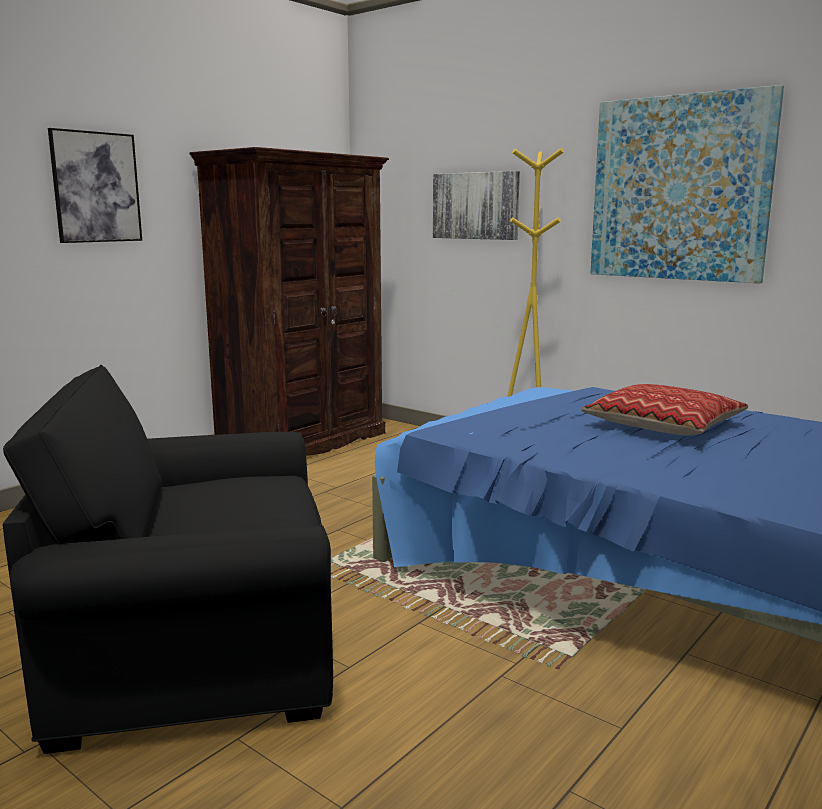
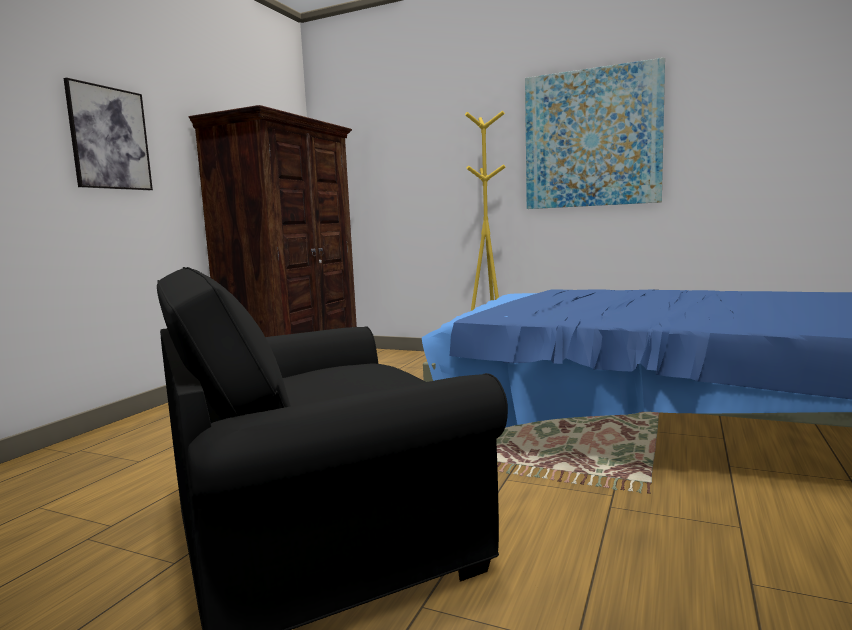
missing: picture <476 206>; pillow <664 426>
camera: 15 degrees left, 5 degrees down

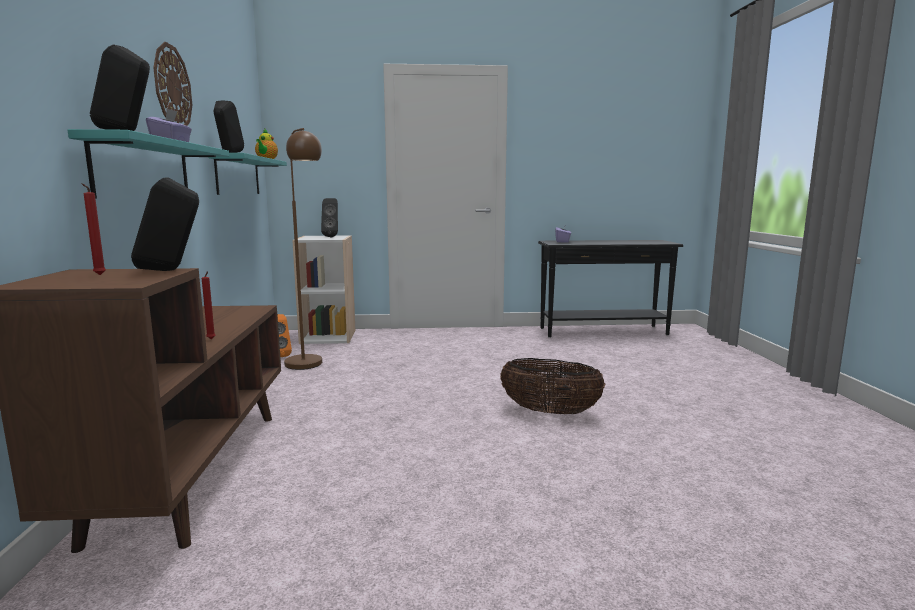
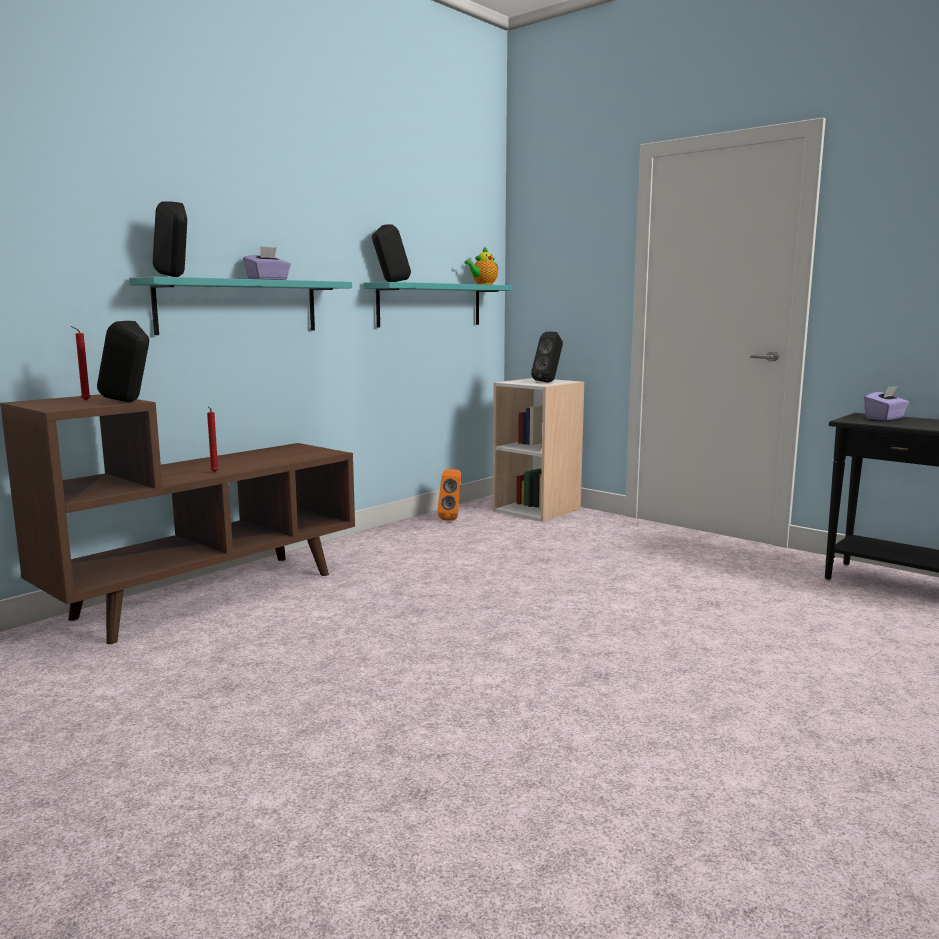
missing: wall clock <172 87>; brown floor lamp <308 367>; basket <550 412>
camera: 45 degrees right, 0 degrees up

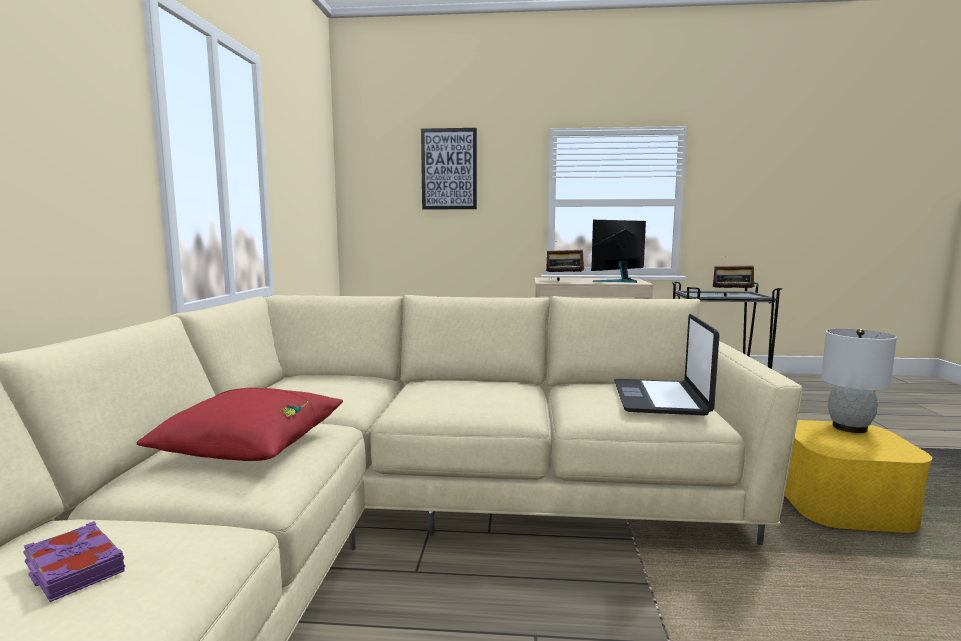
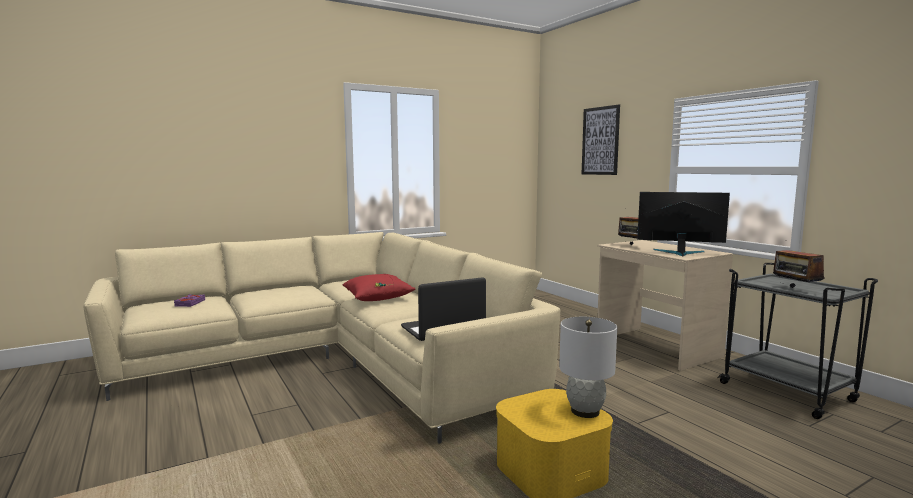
relocated: red pillow <251 447> to <378 298>
camera: 55 degrees right, 0 degrees up

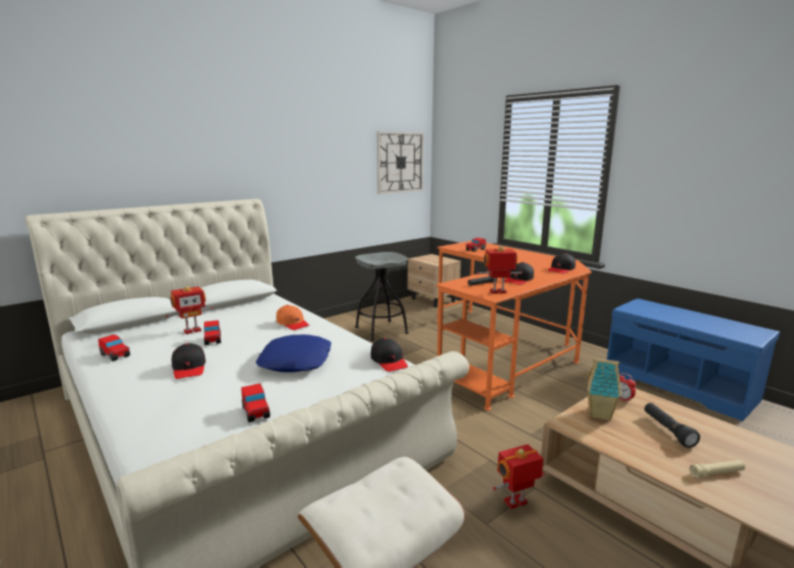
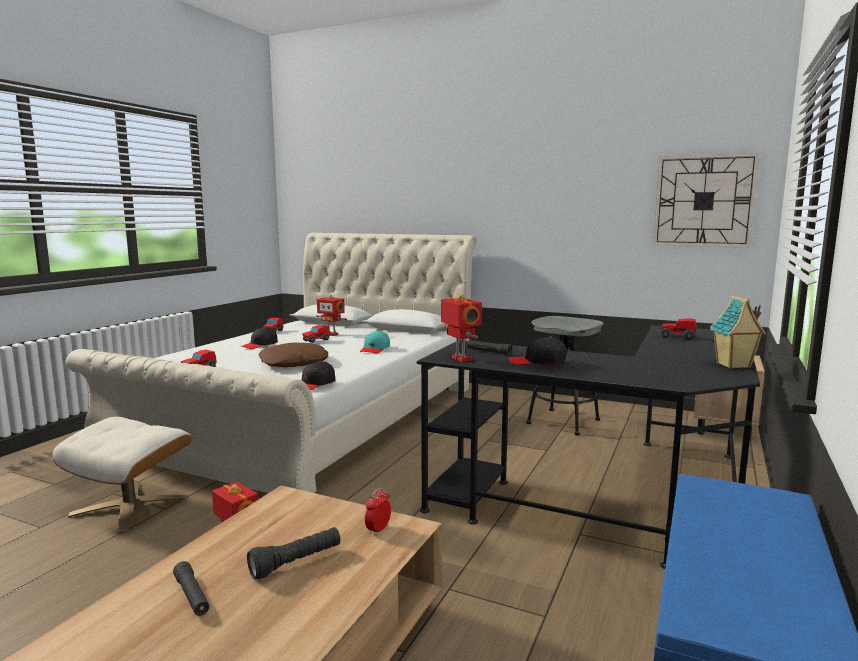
missing: black cap <561 269>
relocated: toy house <600 414> to <733 365>
colour: blue pillow <296 361> to brown pillow <294 363>; orange cap <292 323> to turquoise cap <375 349>; orange desk <503 350> to black desk <617 499>; beige flashlight <716 473> to black flashlight <192 596>
camera: 65 degrees right, 5 degrees down

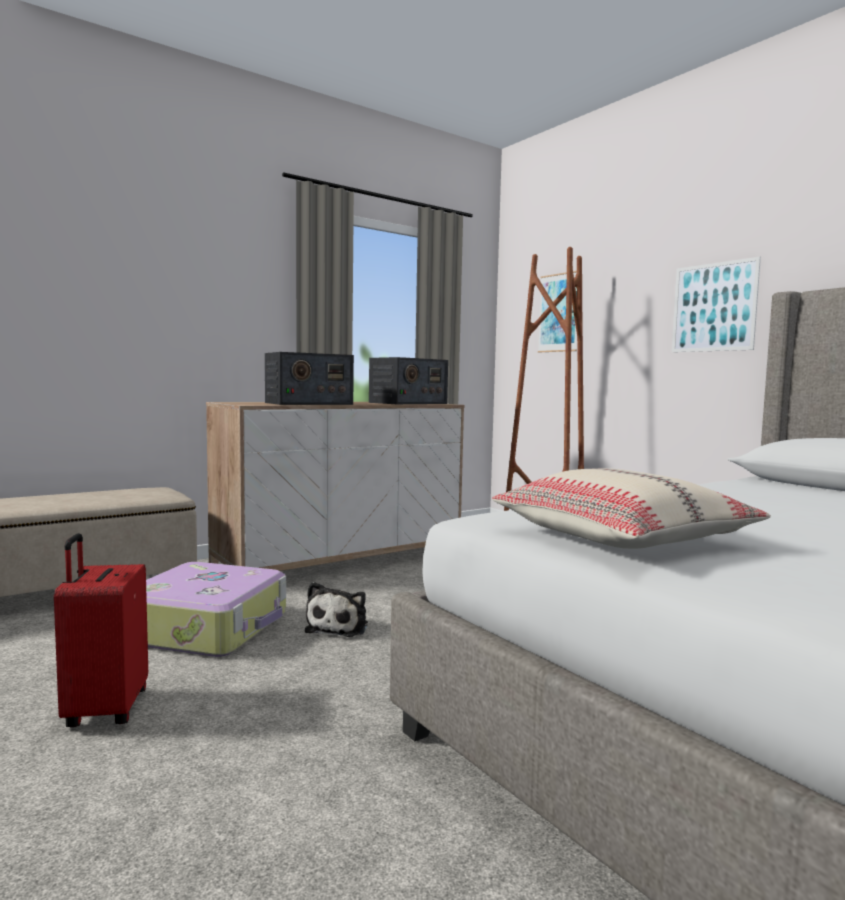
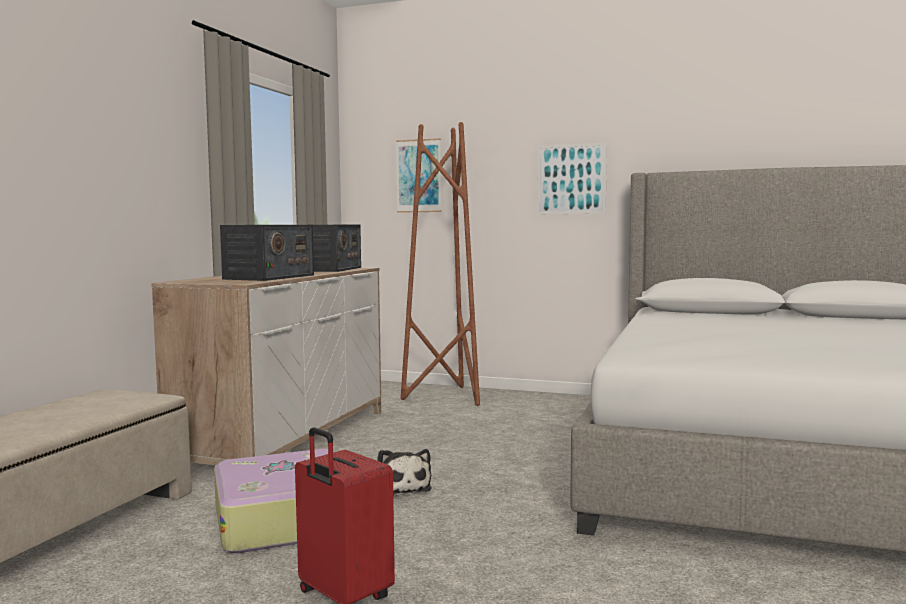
missing: beige pillow <622 536>
camera: 35 degrees left, 0 degrees up

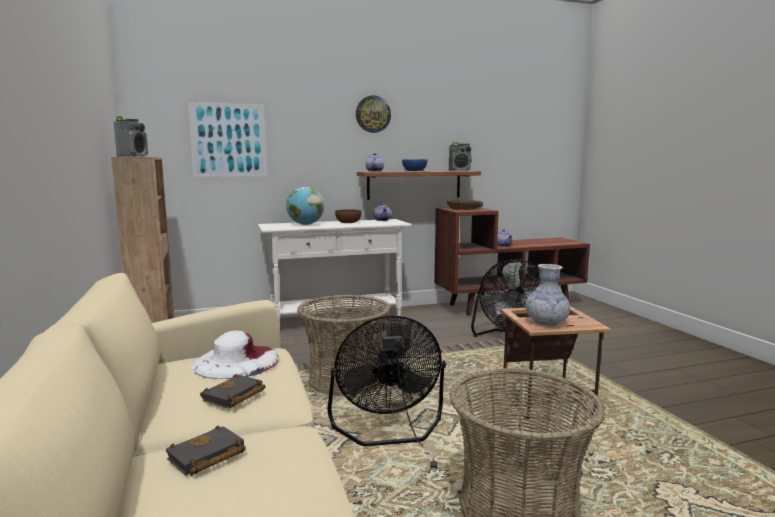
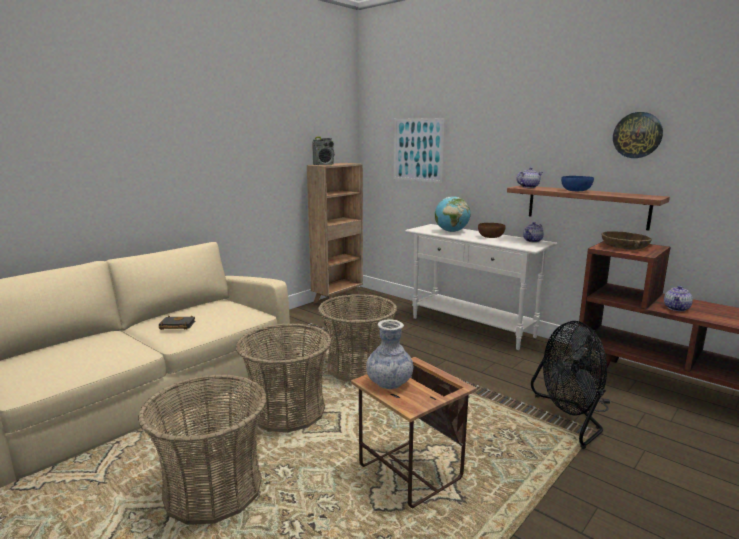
missing: black book <206 457>; white hat <236 361>; radio <460 170>
relocated: wall clock <373 114> to <637 135>
exchanged: black fan <394 436> to basket <287 411>
camera: 60 degrees right, 5 degrees up

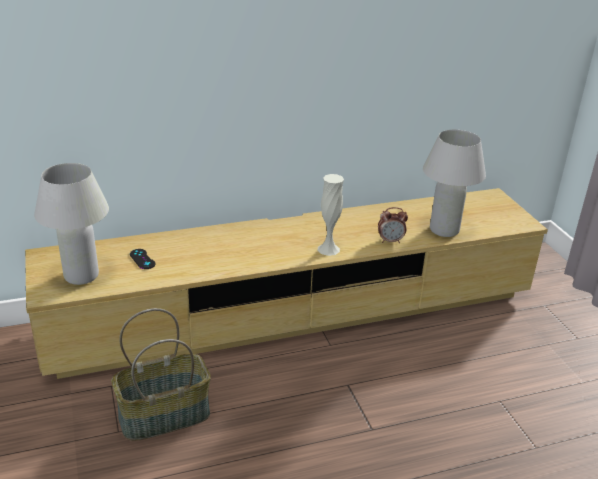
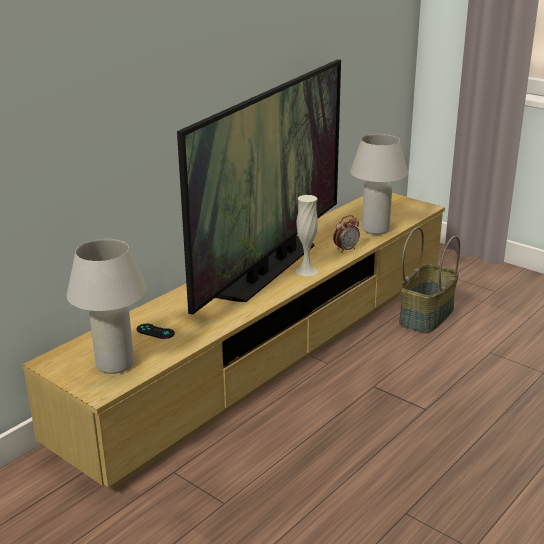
appeared: television <269 269>
relocated: basket <165 415> to <425 315>
camera: 30 degrees left, 5 degrees down

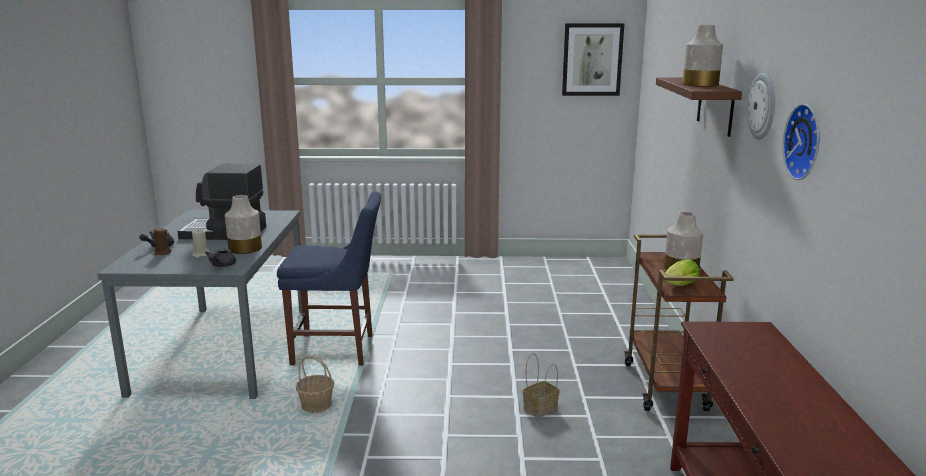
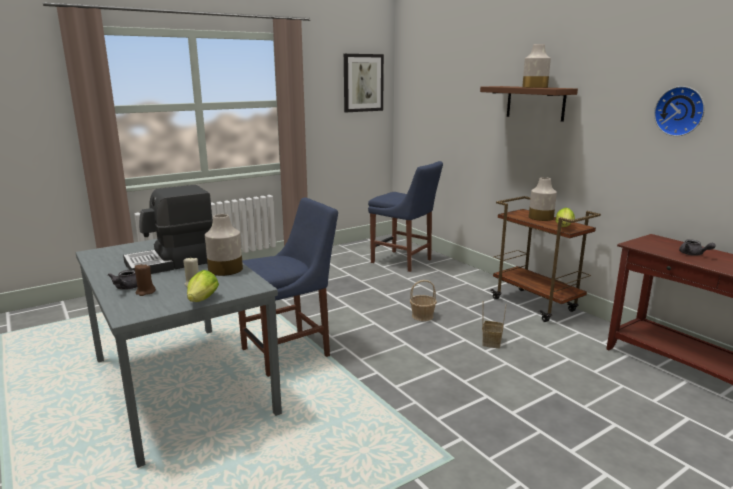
missing: wall clock <763 106>
appeared: lettuce <201 301>; blue chair <403 261>
relocated: grey teapot <221 266> to <693 254>; basket <316 406> to <422 316>
camera: 35 degrees left, 0 degrees up

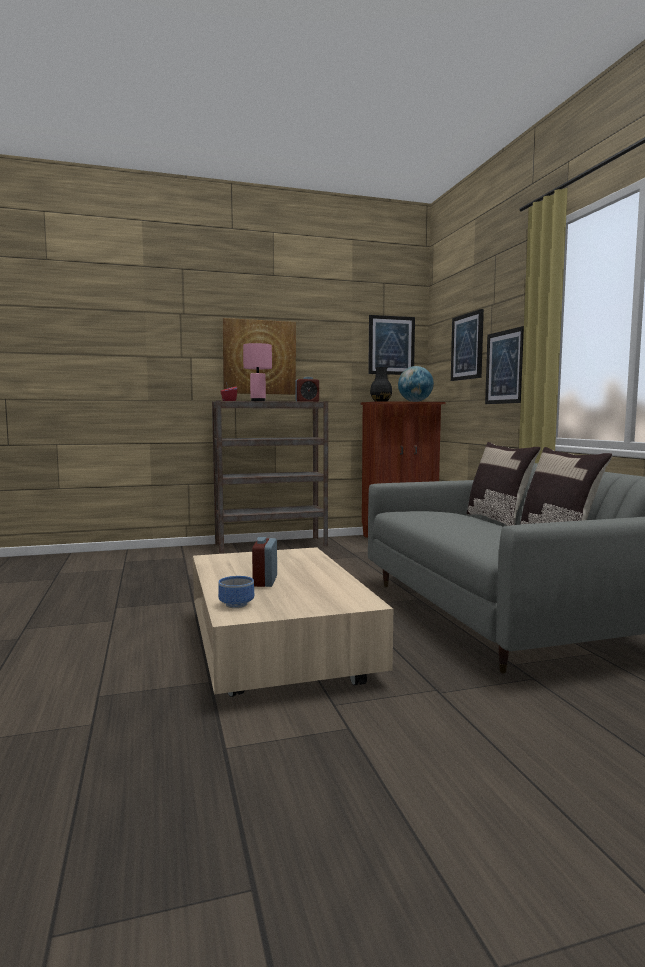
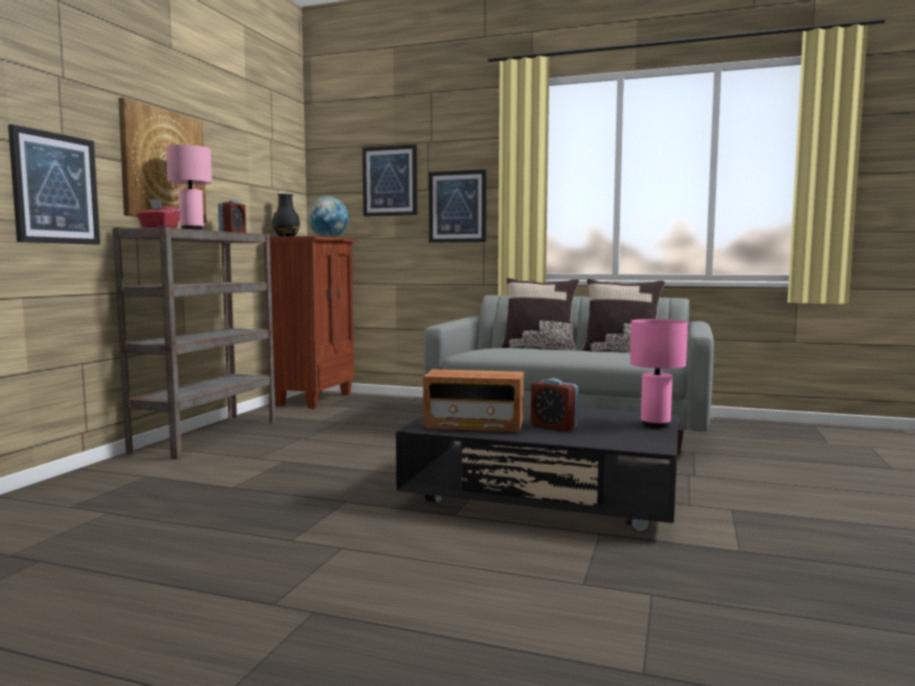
missing: bowl <236 604>
appeared: radio <474 425>; pink table lamp <656 425>
relocated: picture <391 345> to <55 188>
colour: beige coffee table <277 645> to black coffee table <543 495>
camera: 55 degrees left, 0 degrees up

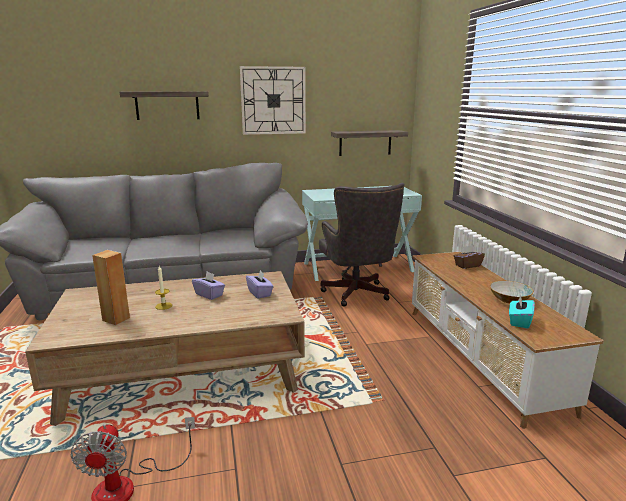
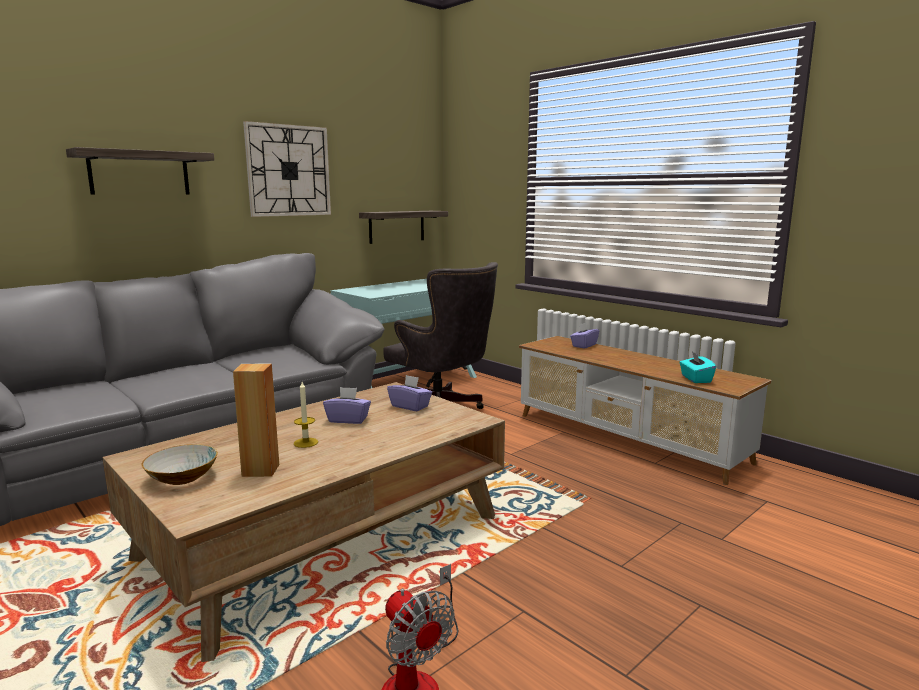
relocated: bowl <509 300> to <182 478>
colour: brown tissue box <467 265> to purple tissue box <584 345>
camera: 30 degrees left, 5 degrees down

